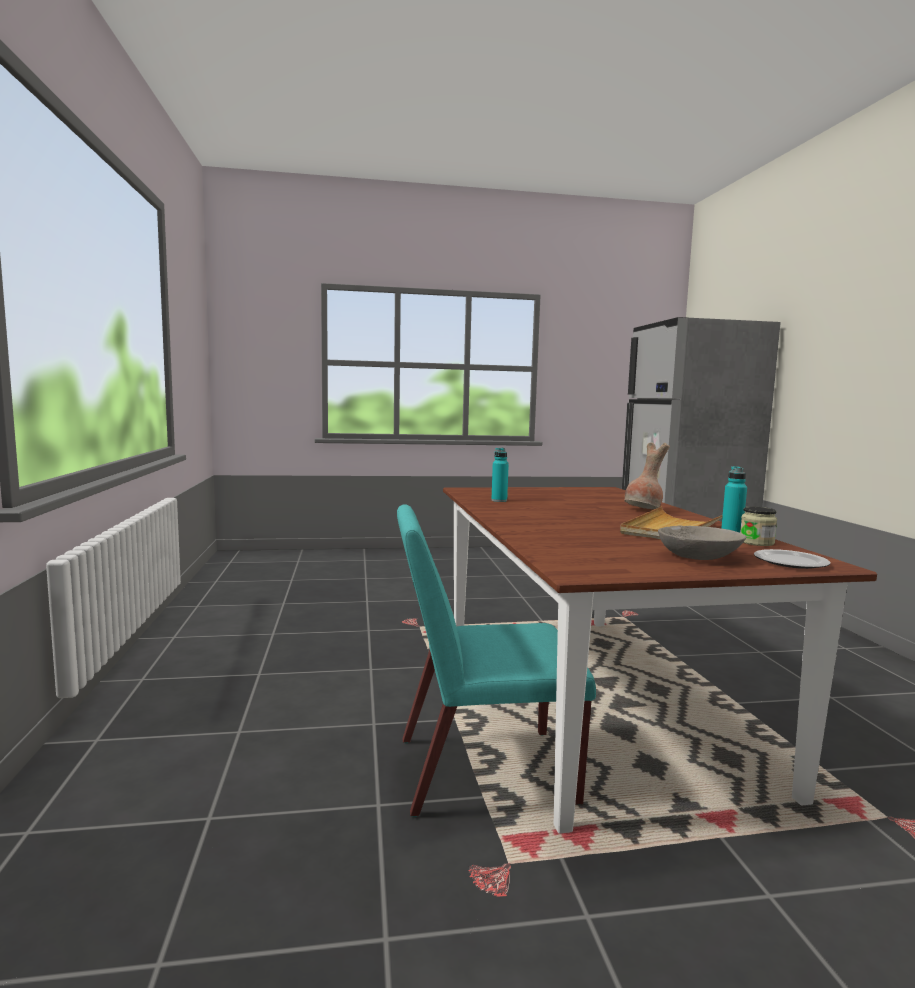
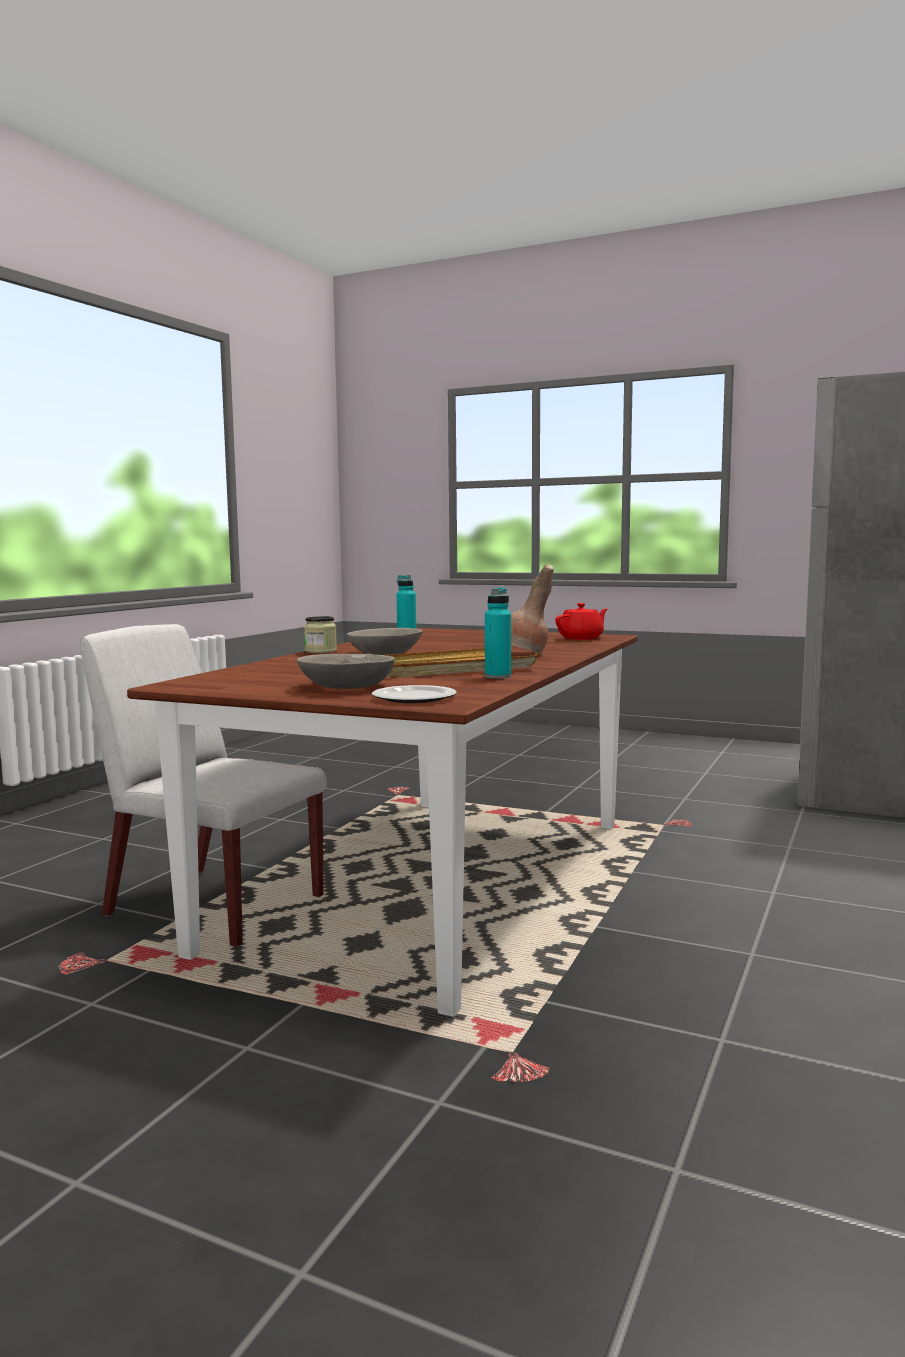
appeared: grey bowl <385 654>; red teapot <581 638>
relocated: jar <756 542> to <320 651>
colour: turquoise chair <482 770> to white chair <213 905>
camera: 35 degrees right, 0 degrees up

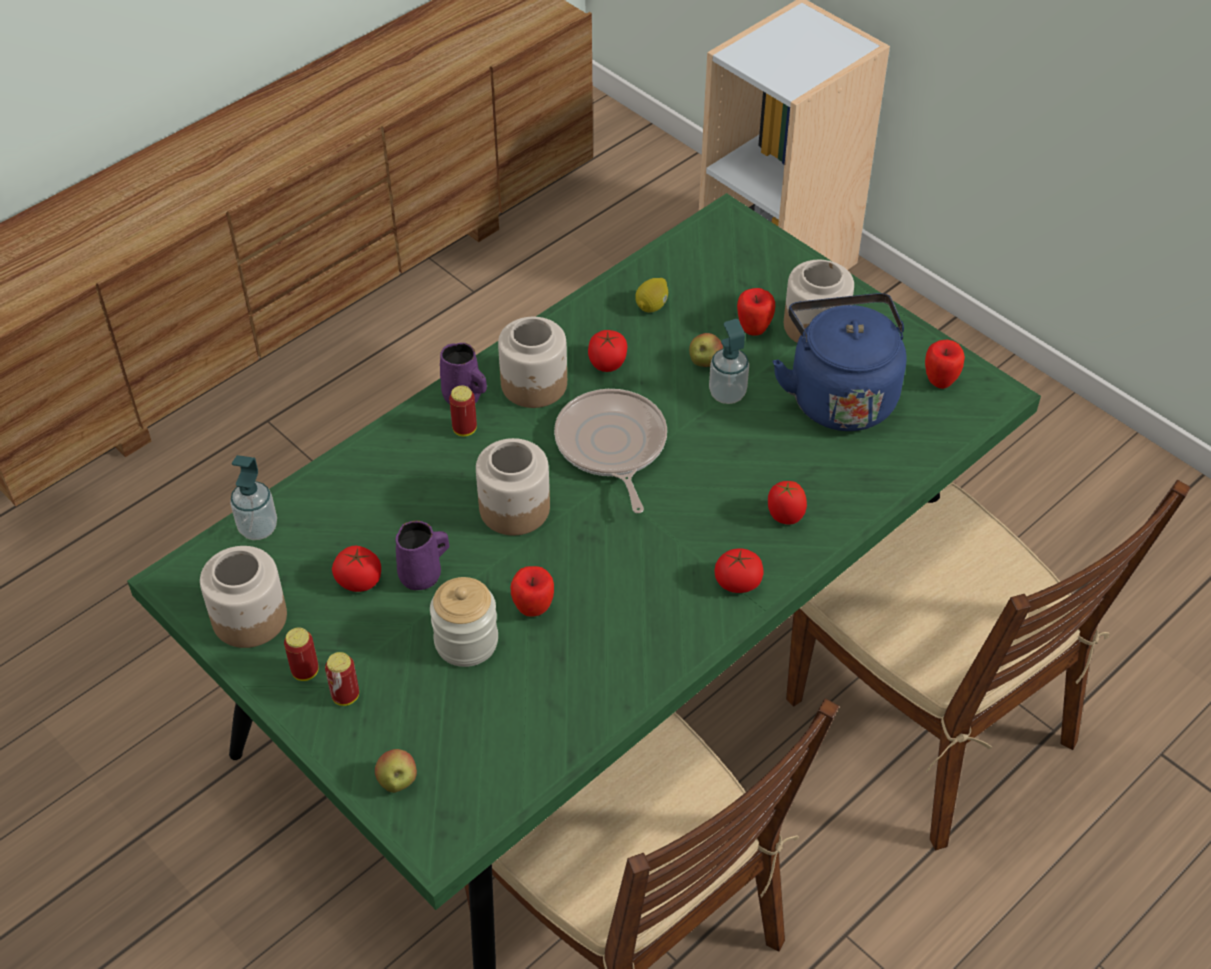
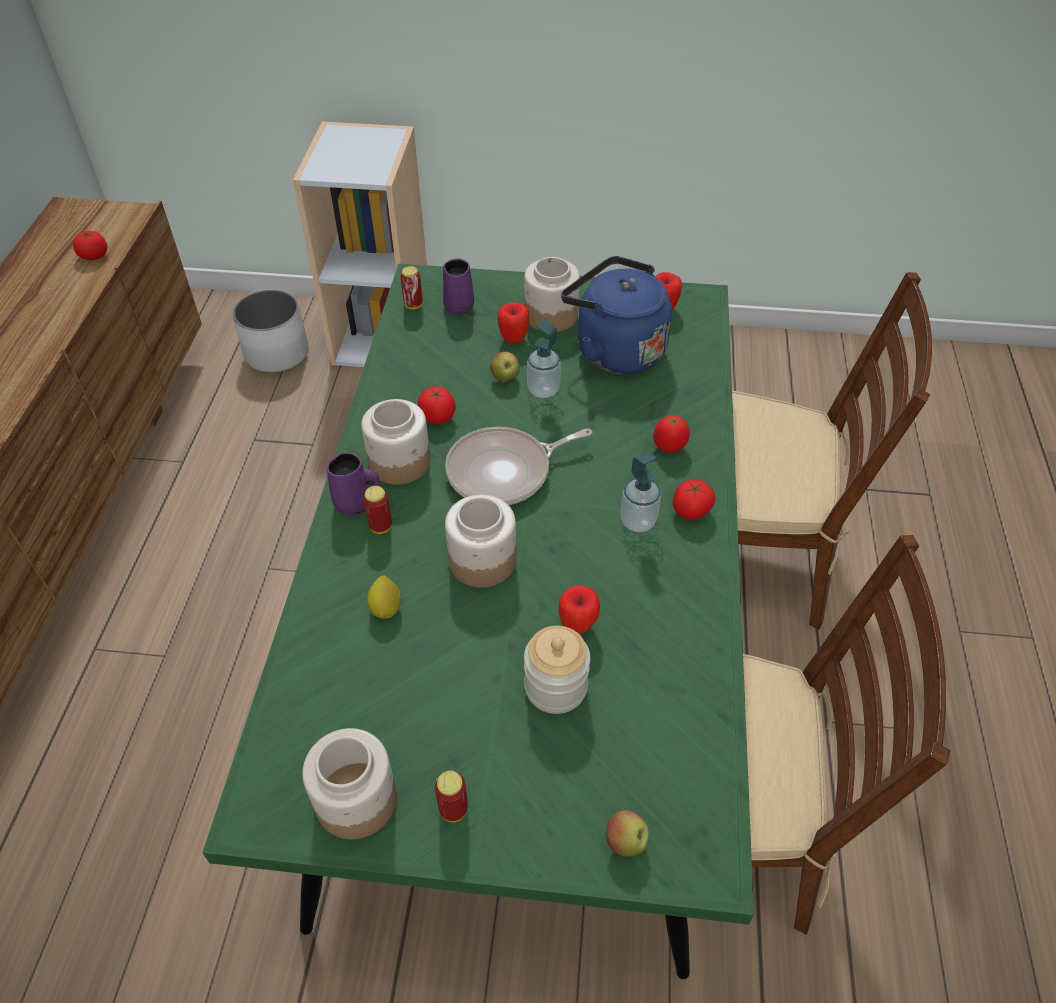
appeared: white planter <277 353>
relocated: soap dispenser <258 528> to <638 521>; can <345 696> to <413 305>; tomato <359 580> to <94 256>; purple mug <422 575> to <460 305>; lemon <652 306> to <386 607>
spun: frying pan <611 446> = <504 472> 60 degrees counterclockwise
camera: 40 degrees left, 0 degrees up

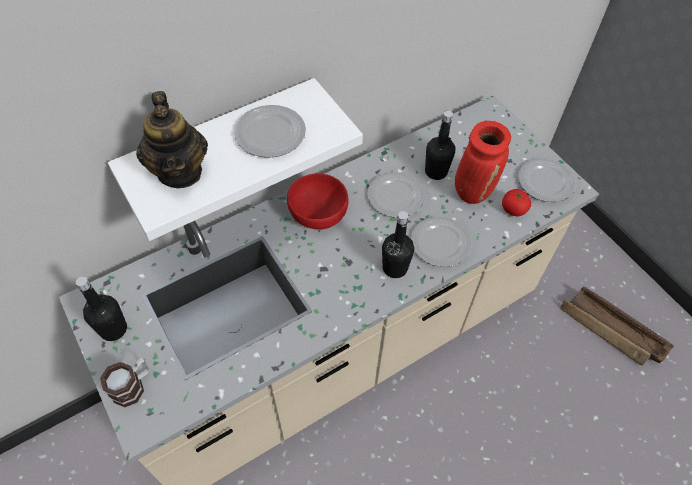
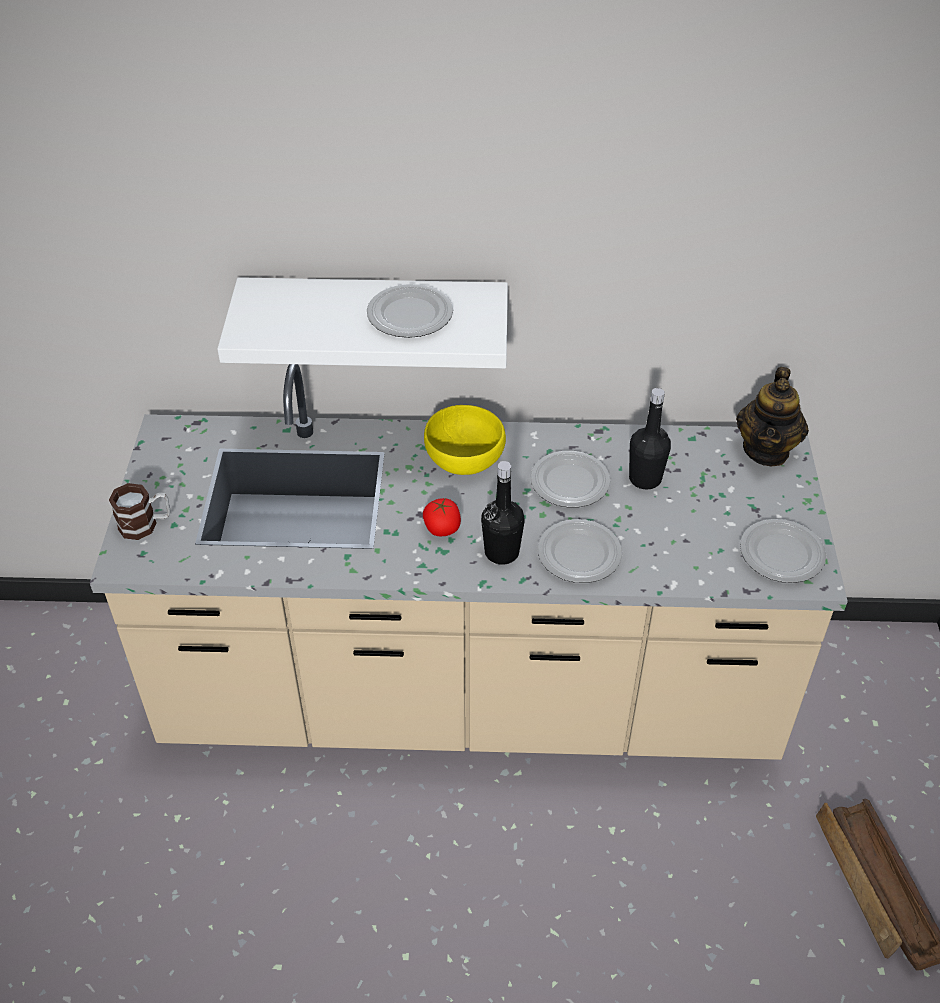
missing: black bottle <113 329>; red vase <473 191>
relocated: teapot <180 171> to <766 450>; tomato <513 209> to <442 529>
colour: red bowl <318 213> to yellow bowl <464 458>
camera: 35 degrees right, 10 degrees down

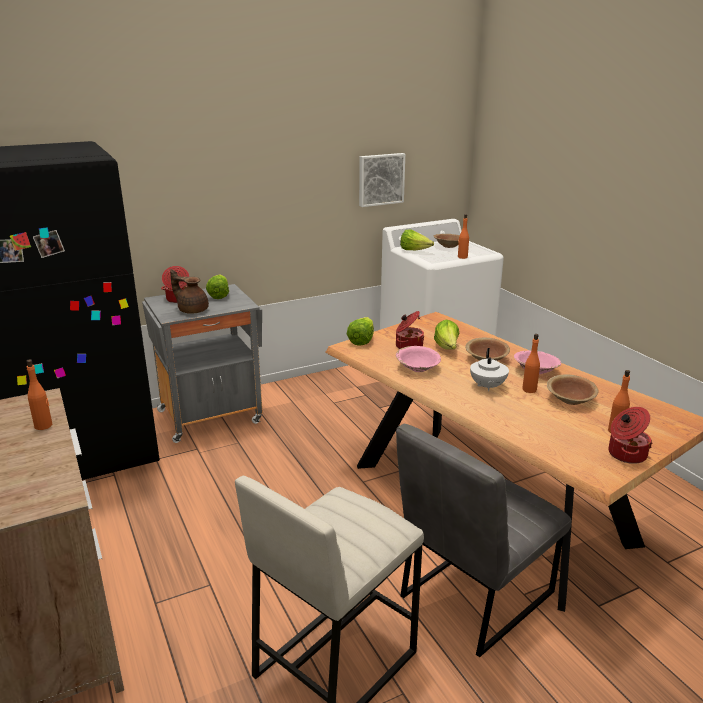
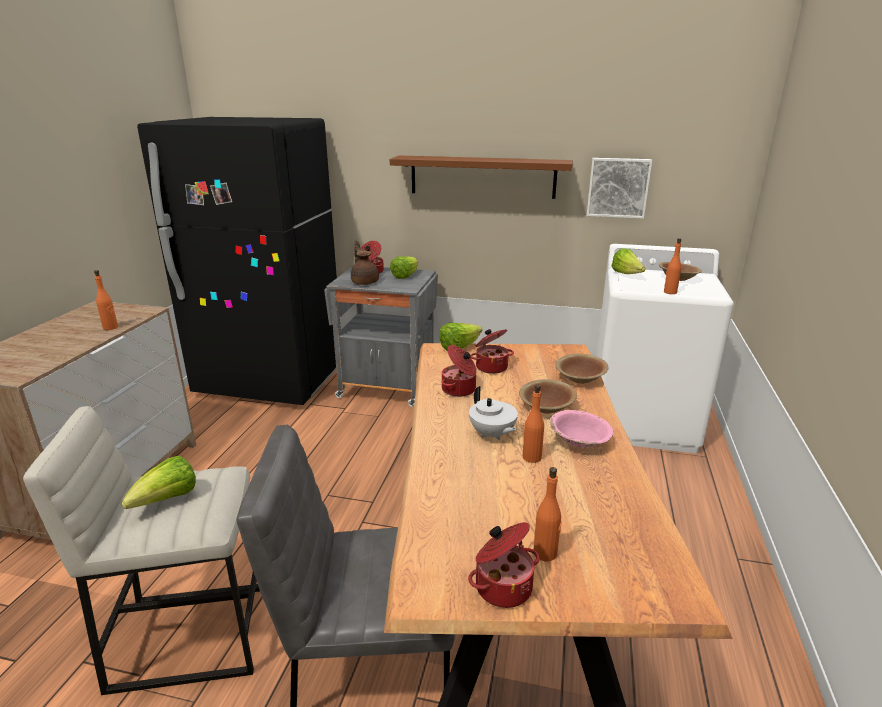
appeared: brown shelf <482 176>
relocated: lettuce <447 348> to <167 500>; brown bowl <570 400> to <580 379>
exchanged: pink bowl <417 368> to cooking pot <459 390>
spun: white teapot <487 386> = <492 434> 75 degrees counterclockwise
camera: 40 degrees right, 0 degrees up

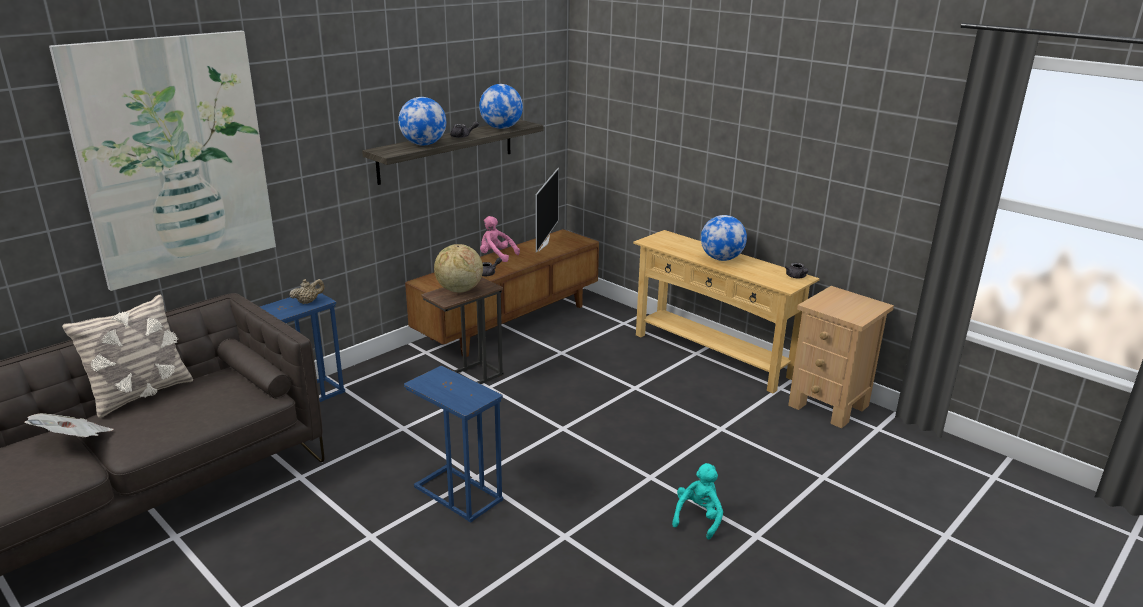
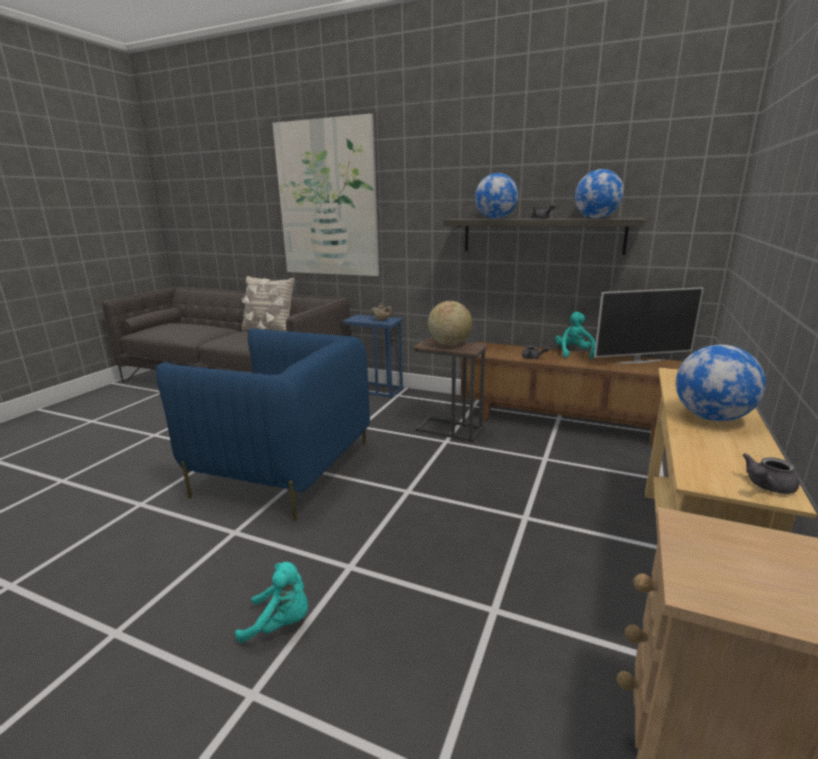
missing: newspaper <74 440>
exchanged: blue side table <459 493> to blue armchair <284 468>
colour: pink plush toy <496 256> to turquoise plush toy <573 353>
camera: 70 degrees right, 5 degrees down

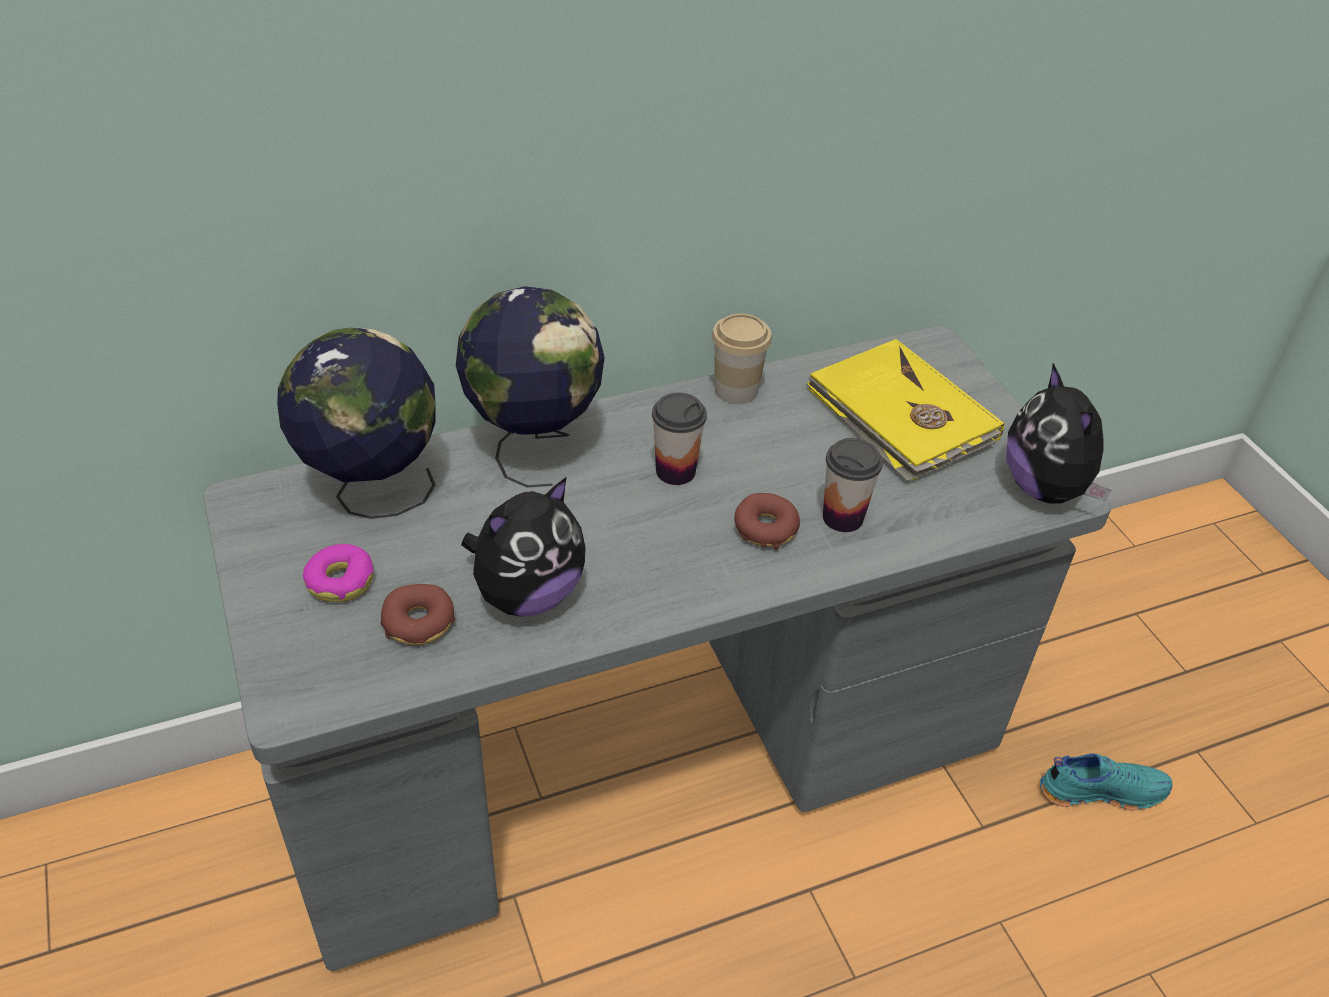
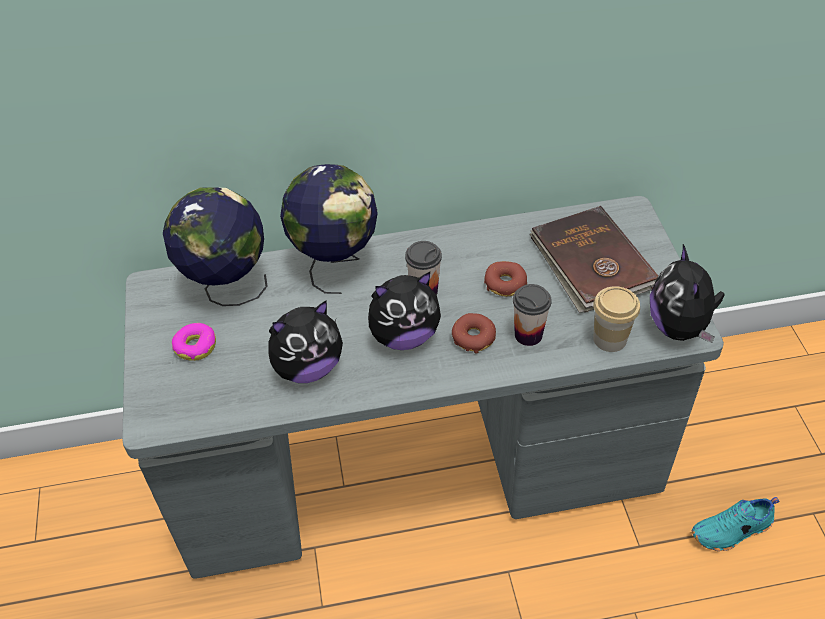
appeared: plush toy <404 336>
relocated: donut <419 622> to <505 283>; cup <736 390> to <610 339>
colour: yellow book <900 416> to brown book <591 263>
spun: turquoise shoe <1100 789> = <732 531> 150 degrees clockwise
camera: 15 degrees right, 5 degrees up

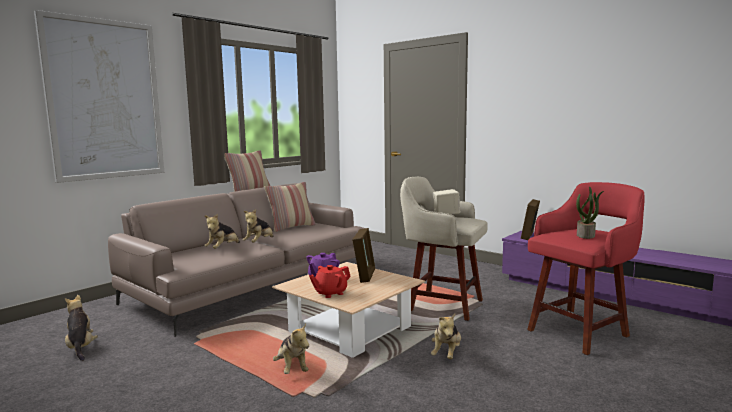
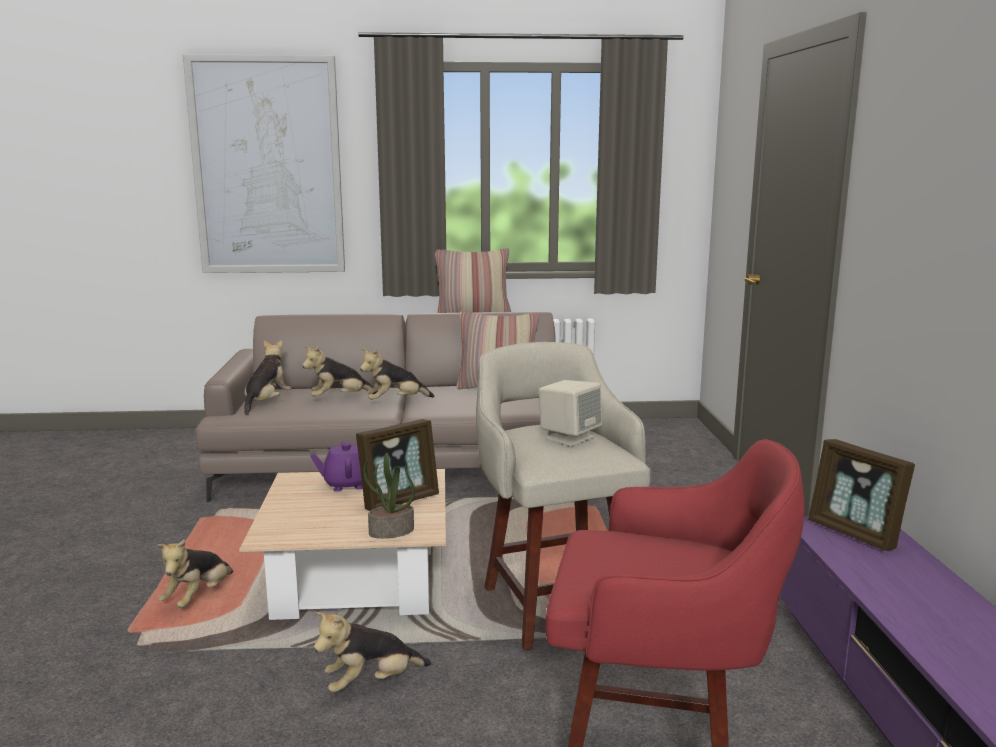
missing: red teapot <330 293>
relocated: plush toy <80 347> to <267 403>; potted plant <586 235> to <391 532>
spun: picture frame <529 236> = <854 533> 105 degrees counterclockwise
camera: 45 degrees right, 5 degrees up

